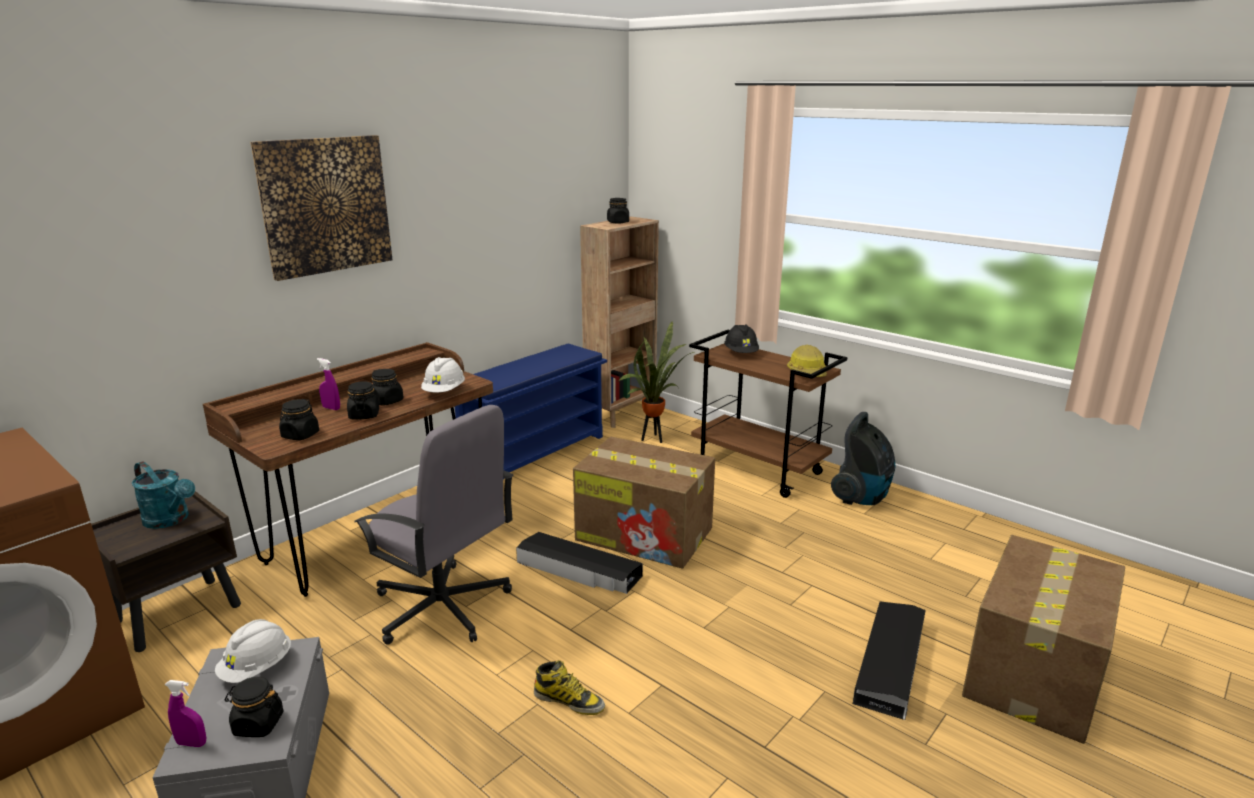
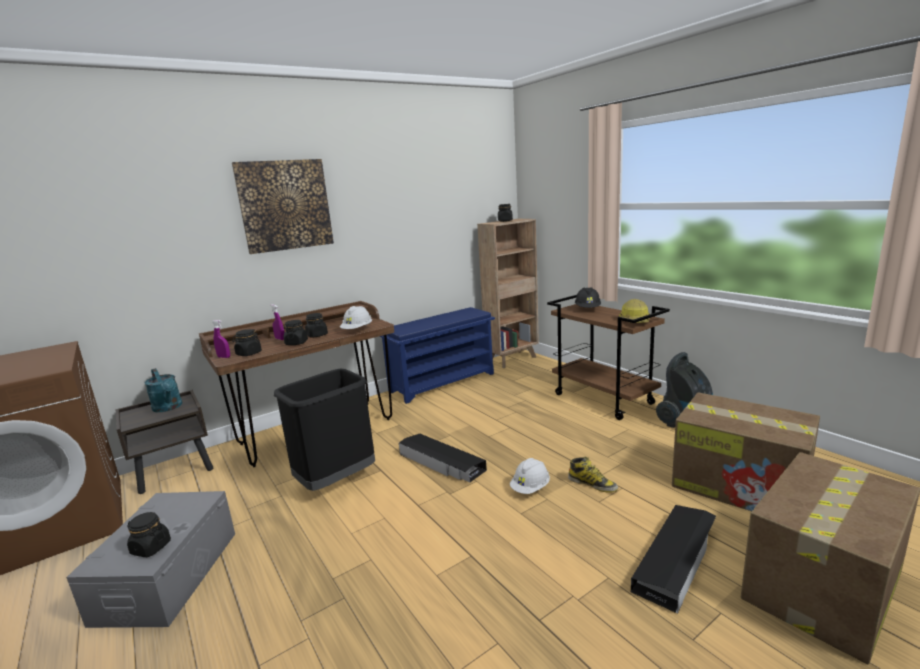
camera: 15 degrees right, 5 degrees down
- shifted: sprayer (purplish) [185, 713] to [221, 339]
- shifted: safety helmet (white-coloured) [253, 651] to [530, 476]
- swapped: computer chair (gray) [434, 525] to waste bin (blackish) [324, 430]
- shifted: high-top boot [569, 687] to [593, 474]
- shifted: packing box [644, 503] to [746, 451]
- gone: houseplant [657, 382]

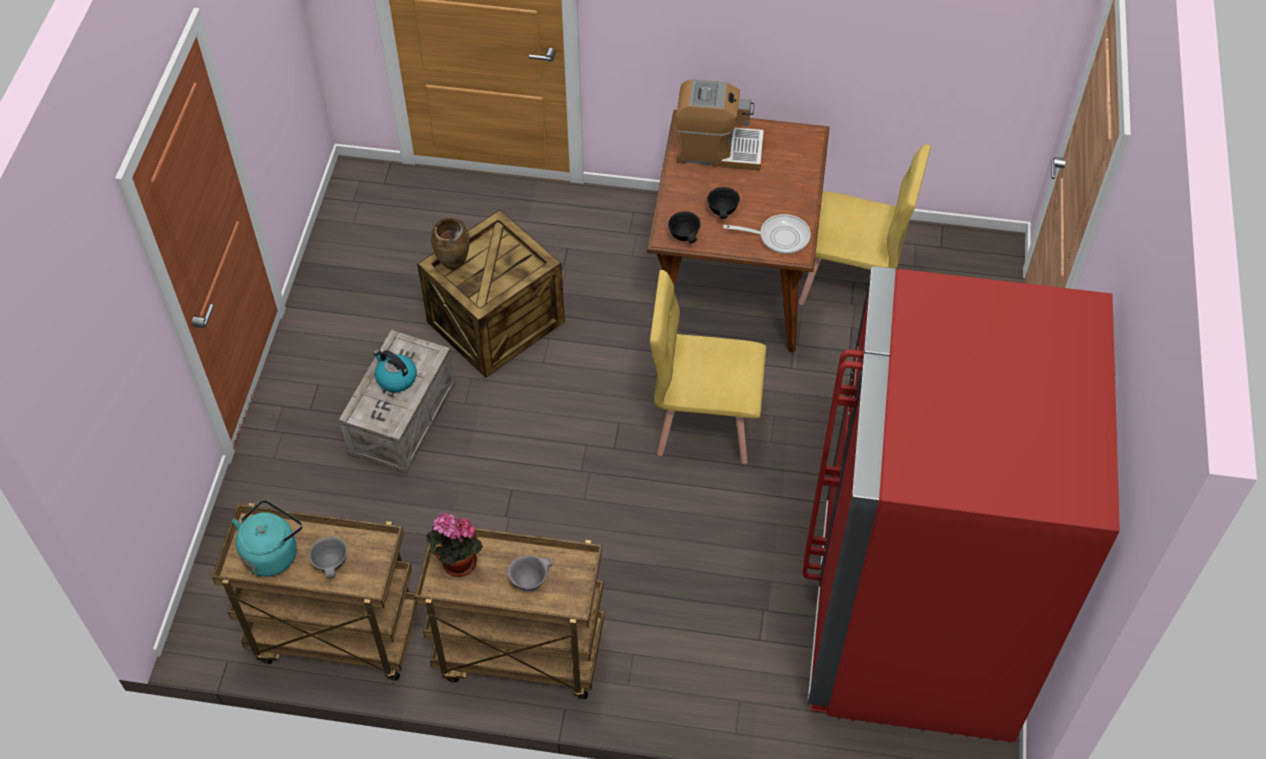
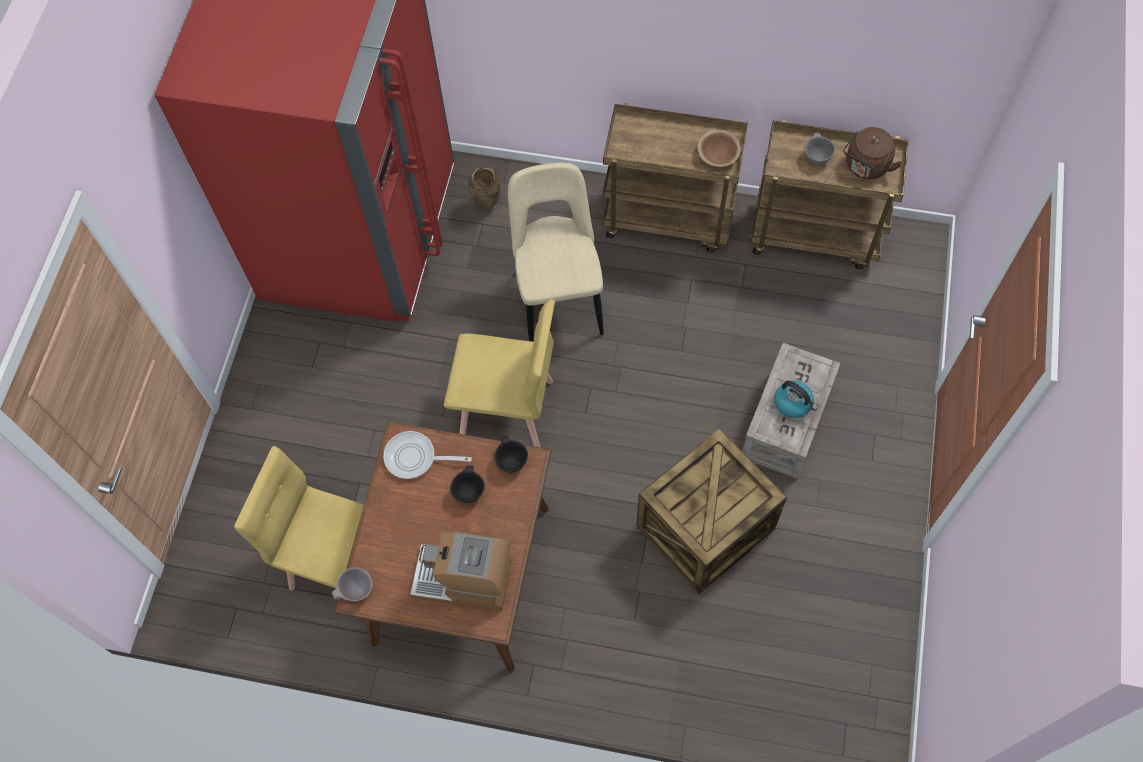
camera: 175 degrees left, 10 degrees up
- repainted: tea kettle (turquoise-coloured) [267, 538] to tea kettle (brown-coloured) [872, 153]
- swapped: houseplant [454, 545] to deep dish (brown-coloured) [719, 148]
- shifted: vase (brown-coloured) [450, 244] to [484, 188]
- shifted: deep dish (gray) [530, 573] to [352, 584]
- new: plain chair (beige-coloured) [556, 252]

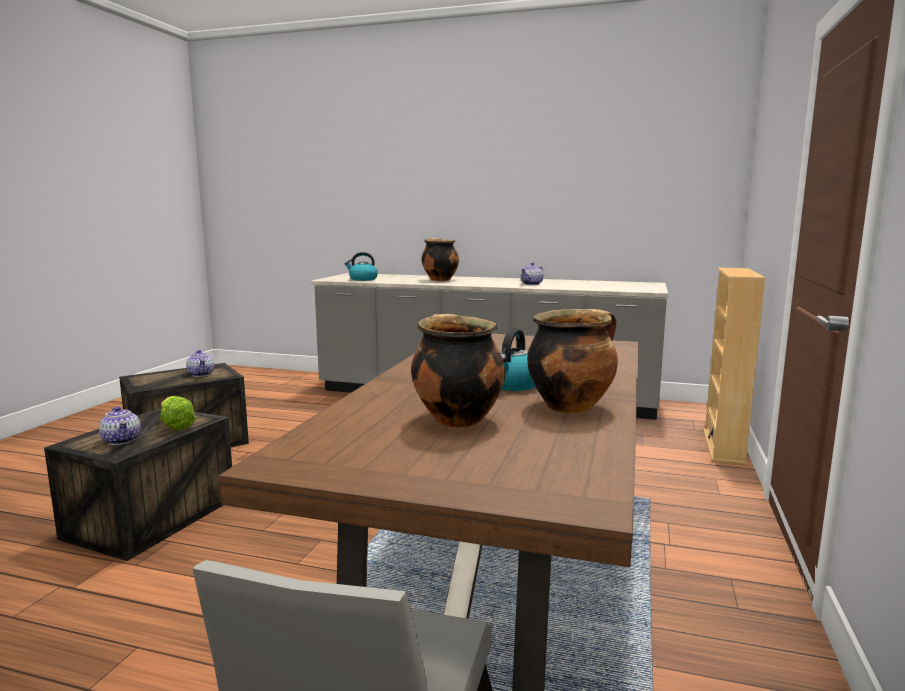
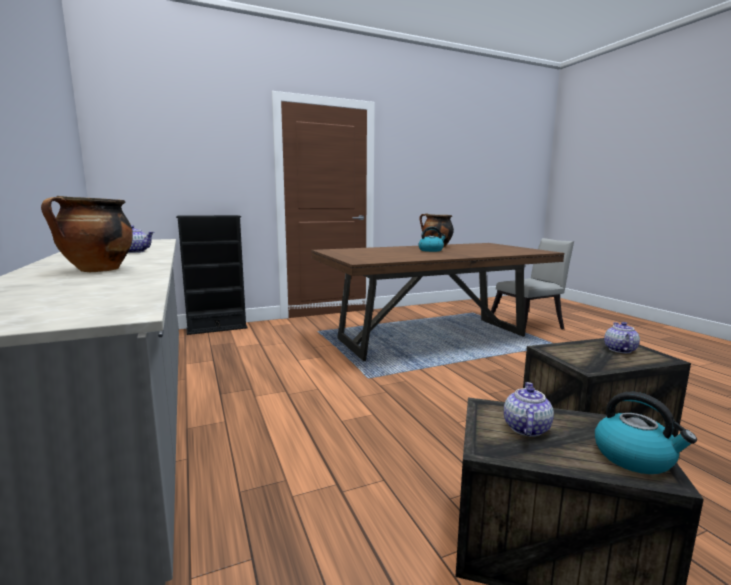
camera: 130 degrees left, 0 degrees up
- gone: lettuce [178, 413]
- shifted: tea kettle [361, 266] to [646, 433]
- gone: stockpot [458, 370]
- repainted: shelving unit (beige-coloured) [734, 366] to shelving unit (blackish) [211, 275]

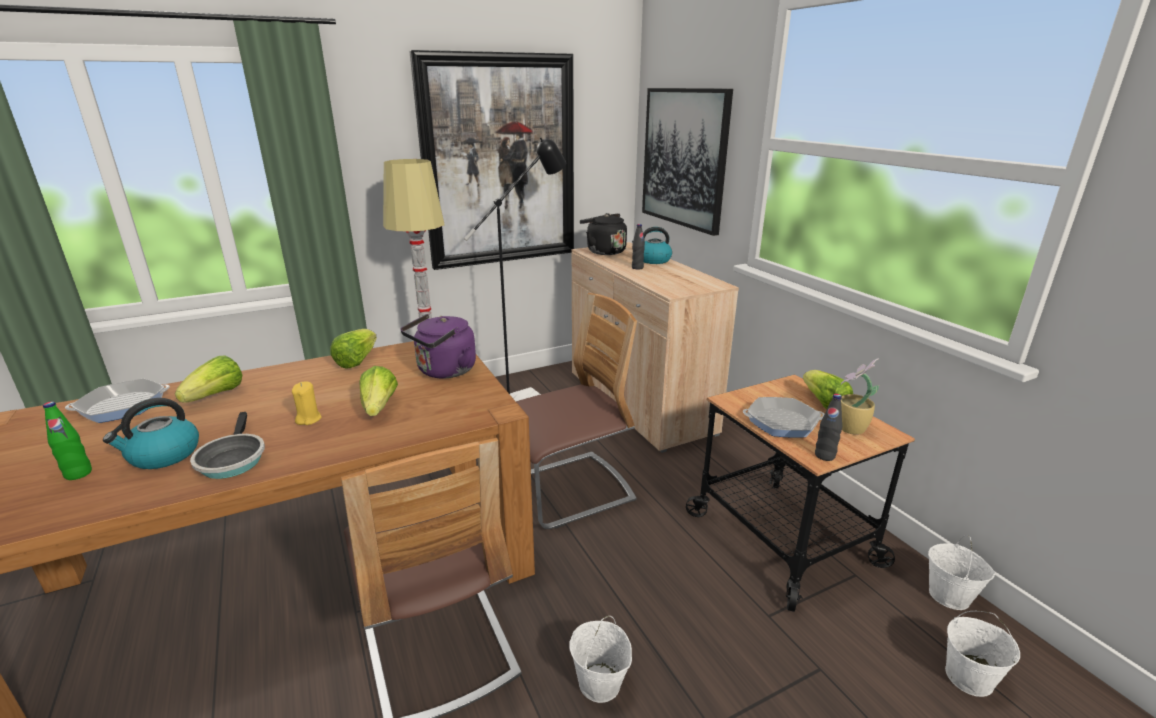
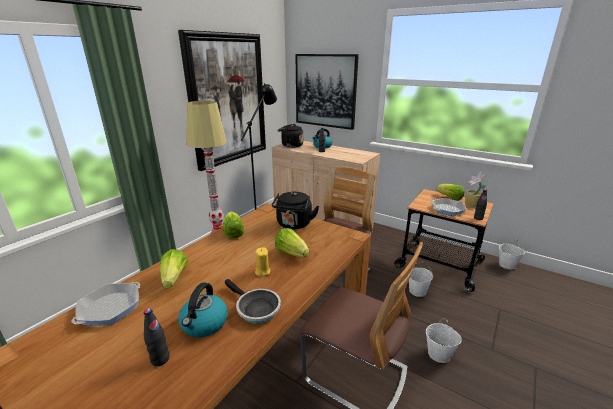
camera: 30 degrees left, 0 degrees up
- repainted: bottle (green-coloured) [67, 441] to bottle (blackish) [157, 337]
- repainted: tea kettle (purplish) [438, 346] to tea kettle (blackish) [295, 210]
- shifted: pail (white-coloured) [982, 654] to [421, 279]

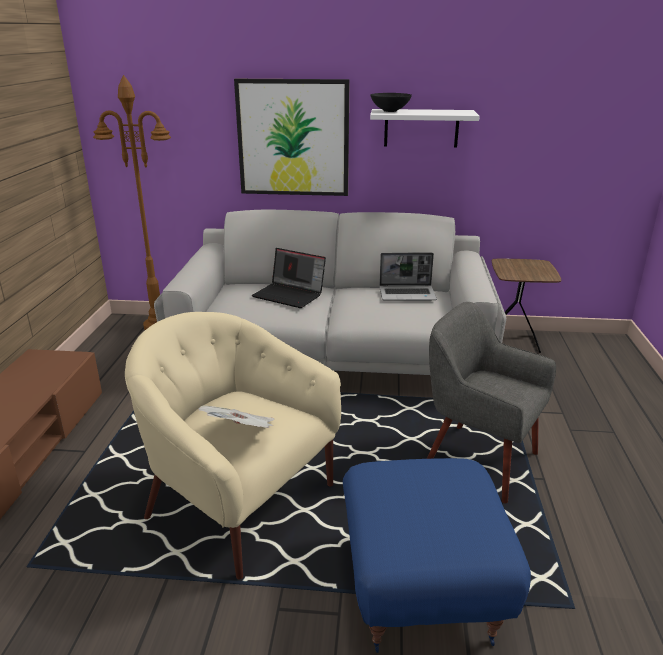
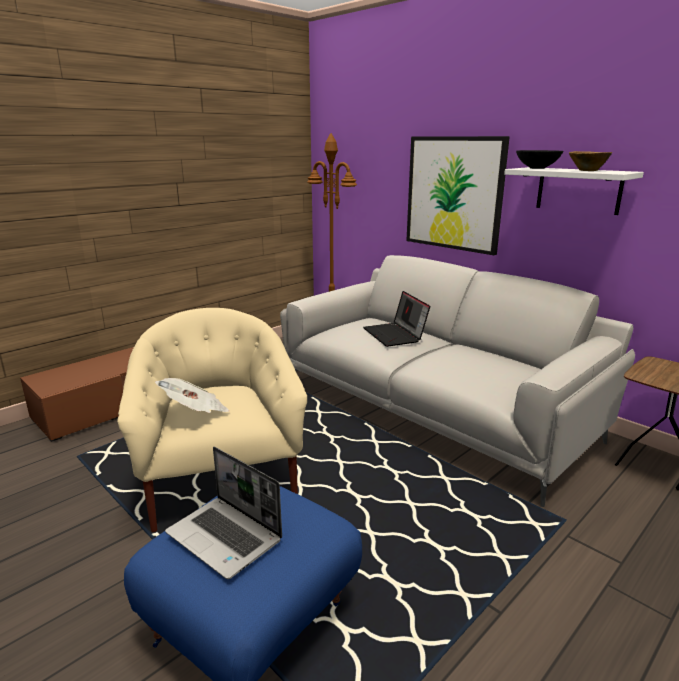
camera: 40 degrees right, 5 degrees down
- shifted: laptop [408, 277] to [223, 513]
- gone: armchair (gray) [491, 402]
- new: deep dish (brown-coloured) [590, 161]

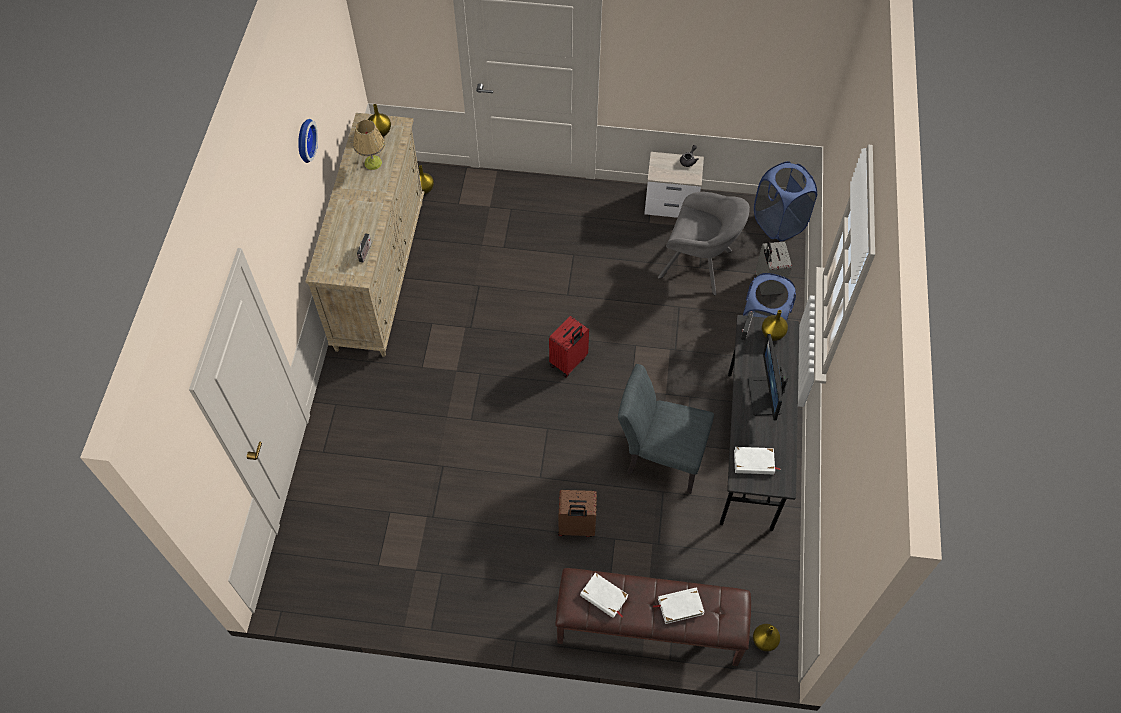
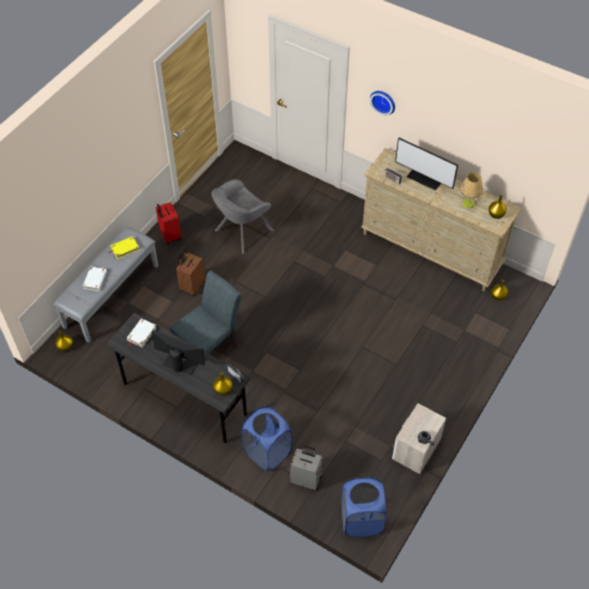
camera: 115 degrees right, 5 degrees down
- shifted: wall clock [308, 141] to [382, 103]
- shifted: suitcase (red) [569, 347] to [169, 223]
- repainted: long seat (brown-coloured) [653, 617] to long seat (gray) [105, 285]
- repainted: book (white-coloured) [604, 595] to book (yellowish) [124, 247]
- shifted: armchair (gray) [704, 243] to [242, 216]
- new: computer screen [426, 164]

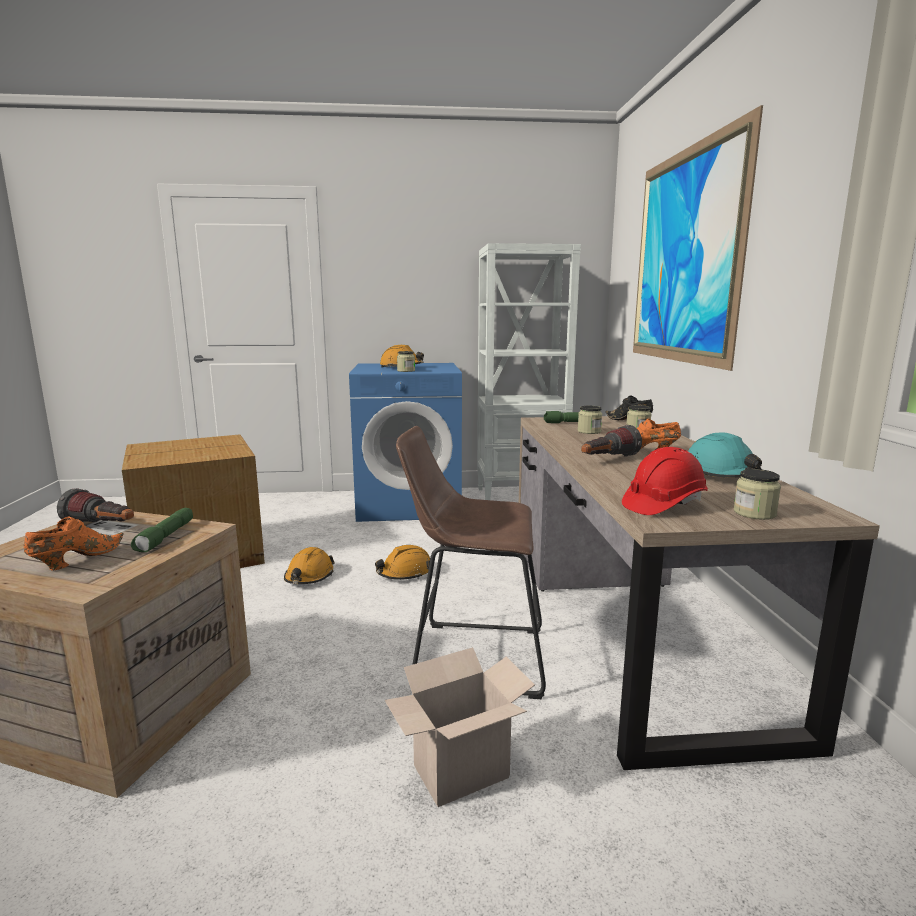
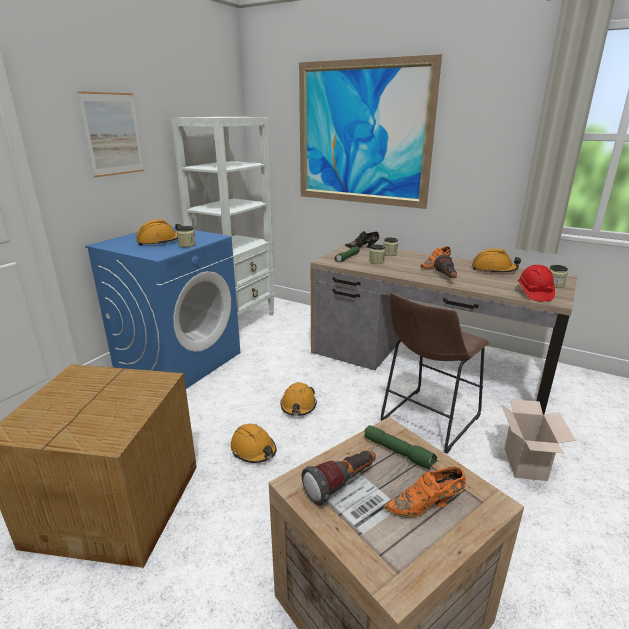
camera: 55 degrees left, 10 degrees up
- rotated: low shoe (orange-coloured) [74, 543] = [424, 492] 75 degrees counterclockwise
- repainted: safety helmet (turquoise-coloured) [725, 455] to safety helmet (orange-coloured) [496, 261]
- new: wall picture [111, 134]

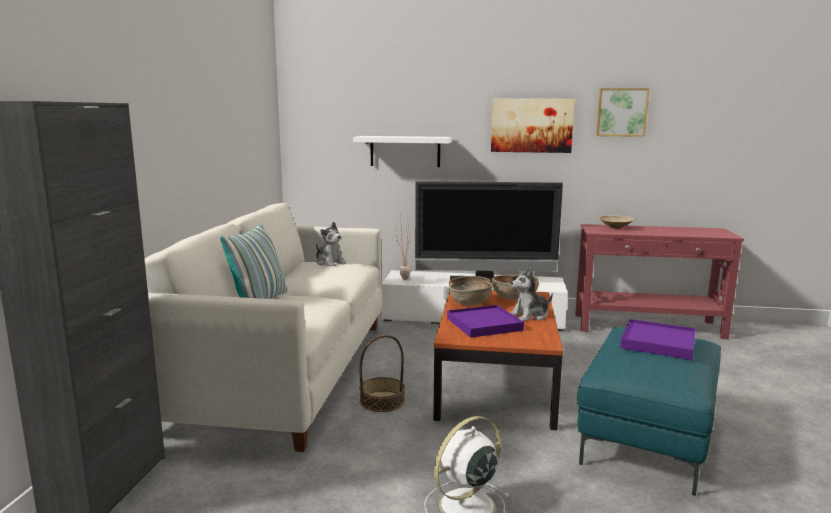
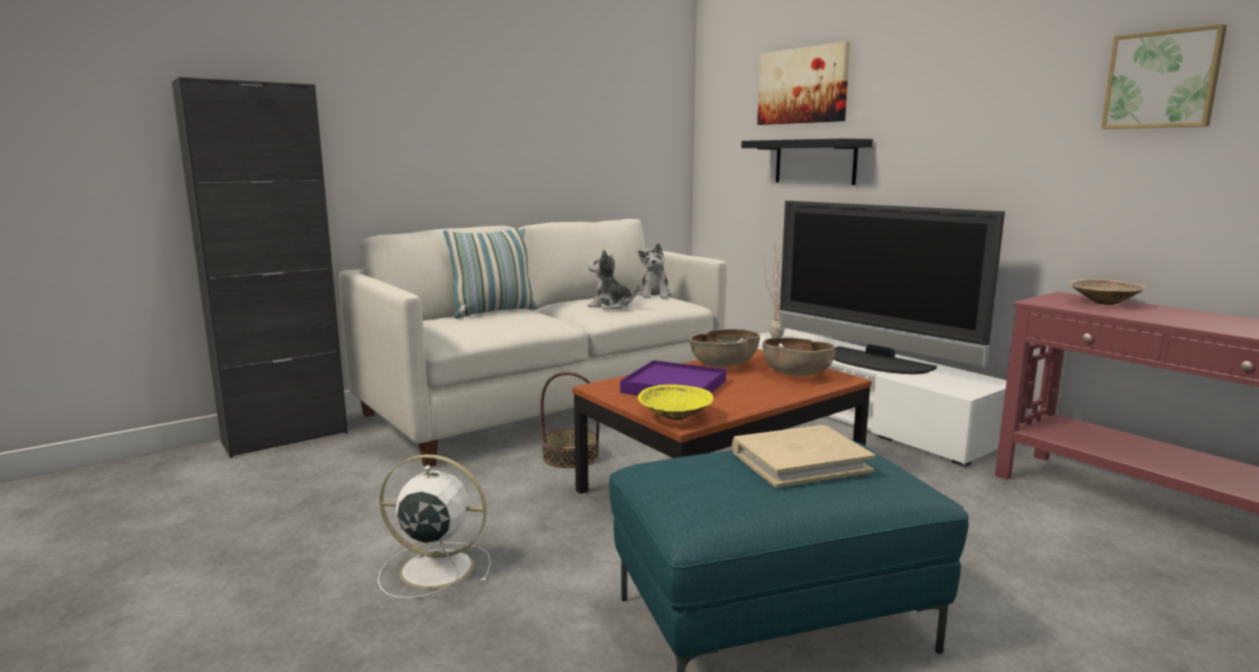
camera: 45 degrees right, 0 degrees up
- repainted: bracket shelf (white-coloured) [402, 151] to bracket shelf (blackish) [807, 161]
- shifted: wall picture [533, 126] to [803, 83]
- shifted: plush toy [531, 294] to [613, 279]
- swapped: tray (purplish) [658, 339] to book (beige-coloured) [803, 456]
- new: deep dish (yellowish) [675, 402]

